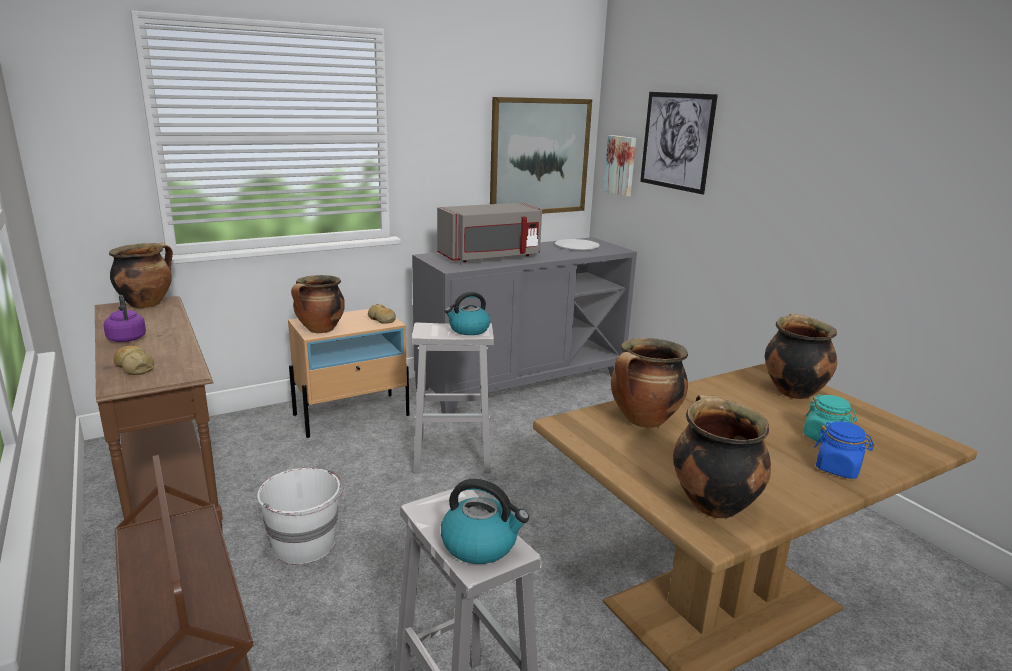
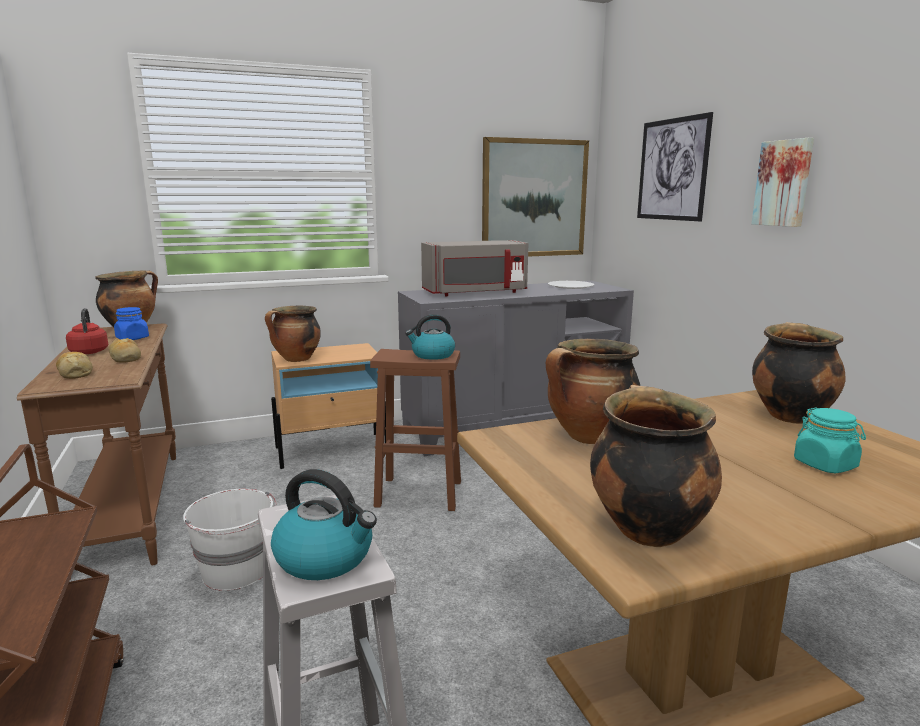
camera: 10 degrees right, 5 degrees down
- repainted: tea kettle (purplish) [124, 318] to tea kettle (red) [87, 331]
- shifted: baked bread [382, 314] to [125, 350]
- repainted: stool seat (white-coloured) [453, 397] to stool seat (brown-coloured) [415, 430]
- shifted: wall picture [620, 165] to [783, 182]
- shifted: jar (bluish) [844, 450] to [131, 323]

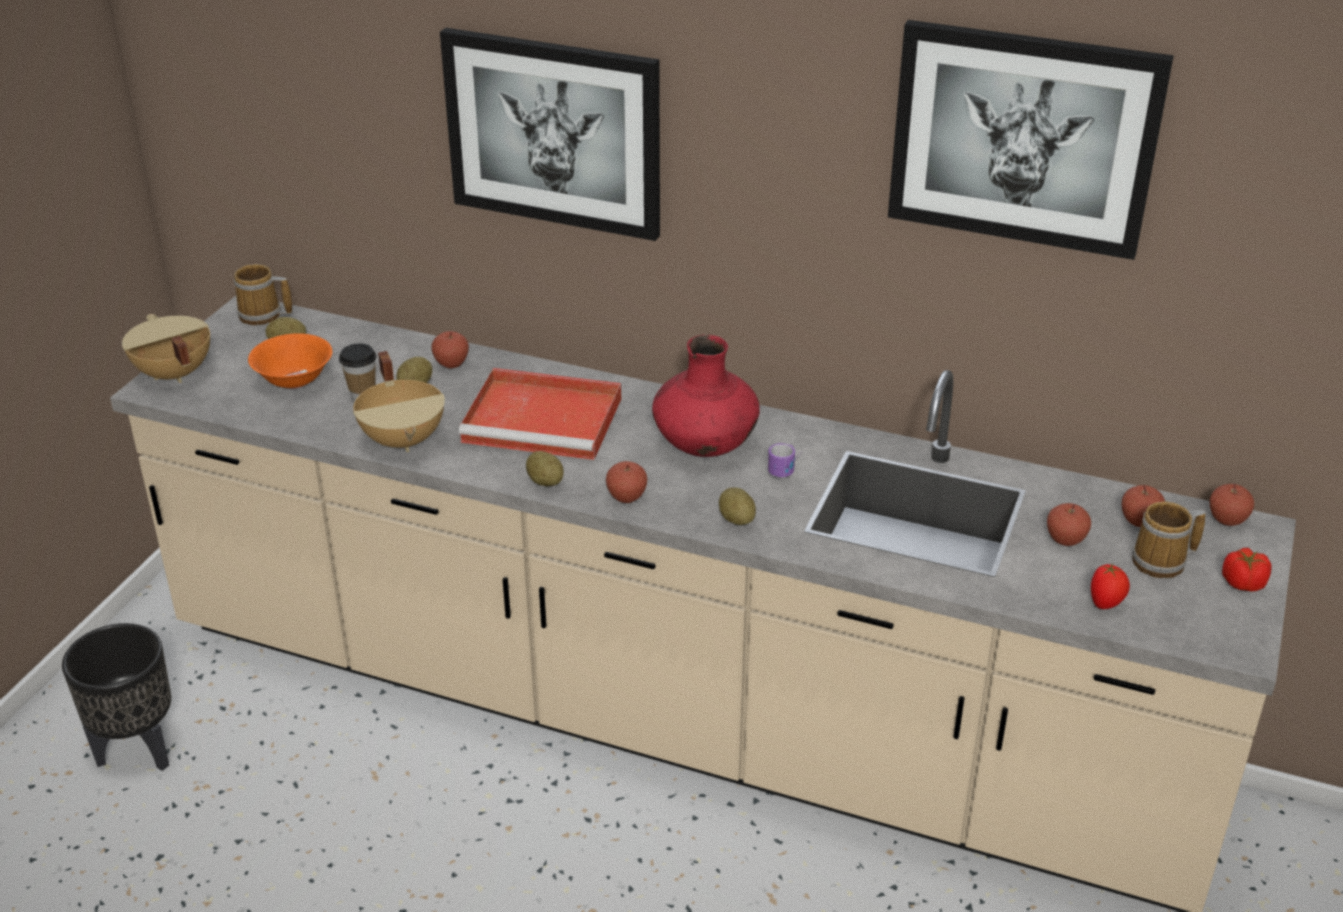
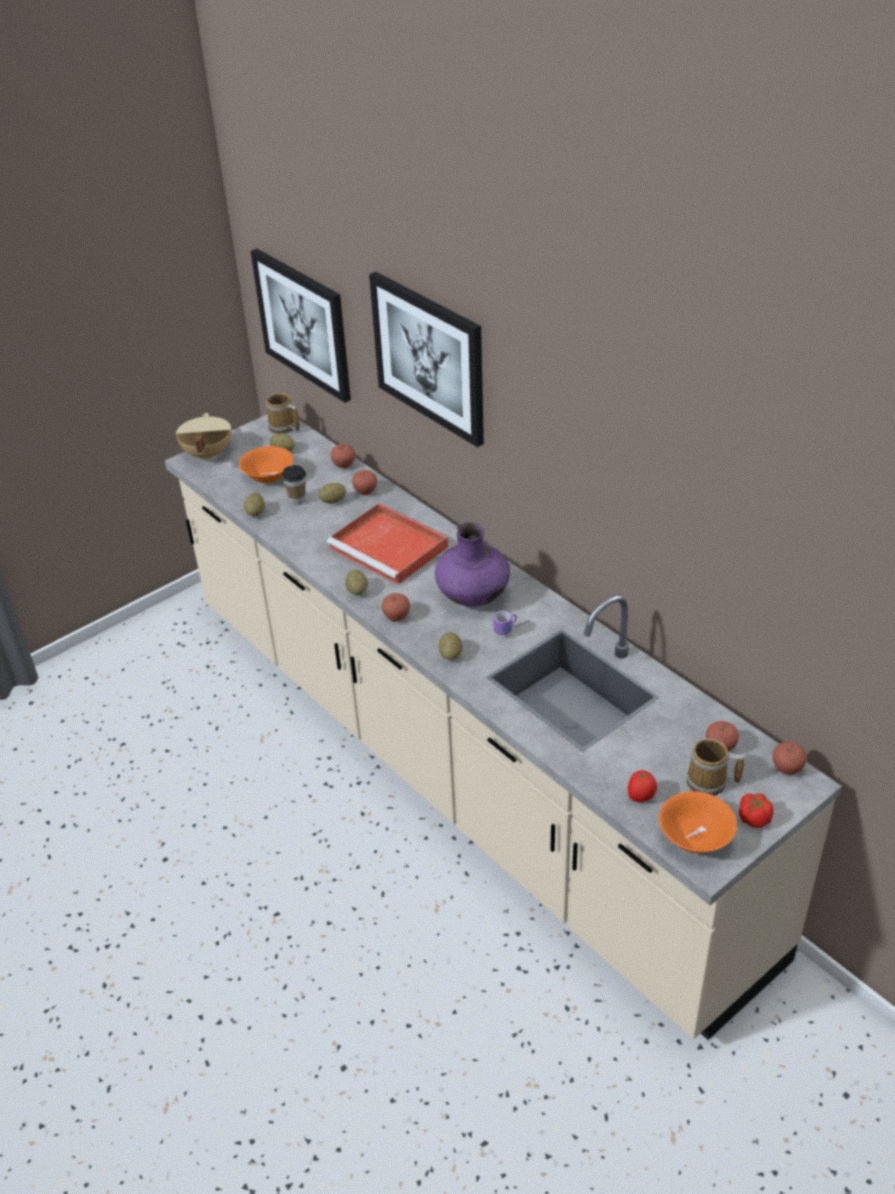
camera: 30 degrees right, 5 degrees up
- gone: planter (blackish) [116, 697]
- gone: stockpot (beige-coloured) [399, 401]
- repainted: vase (red) [706, 395] to vase (purplish) [472, 564]
- shifted: wall picture [1031, 140] to [301, 325]
- shifted: apple [1069, 524] to [343, 456]
- new: spud [254, 505]
- new: deep dish (orange-coloured) [698, 822]

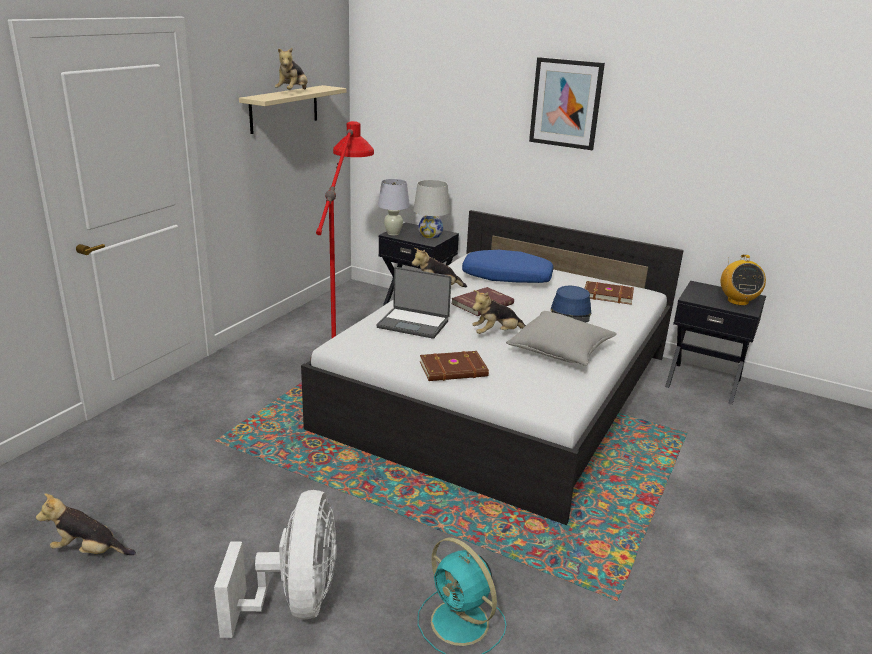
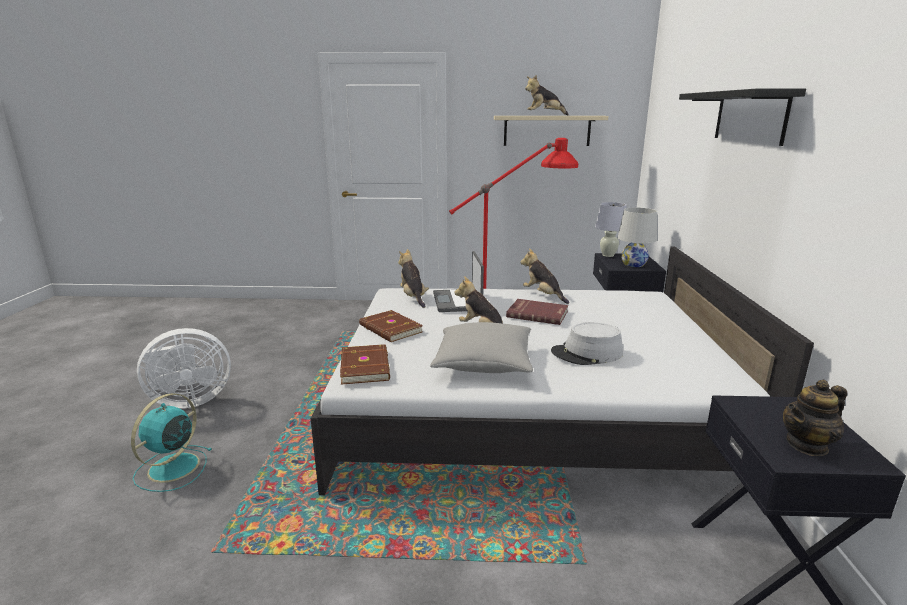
camera: 65 degrees right, 5 degrees down
- shifted: plush toy [86, 524] to [413, 278]
- gone: pillow (bluish) [507, 266]
- swapped: wall picture [567, 103] to bracket shelf (blackish) [742, 117]
- repainted: clothing hat (bluish) [571, 304] to clothing hat (gray) [587, 343]
- shifted: book (brown-coloured) [609, 293] to [365, 364]
- swapped: radio receiver [743, 280] to pot for tea [815, 418]

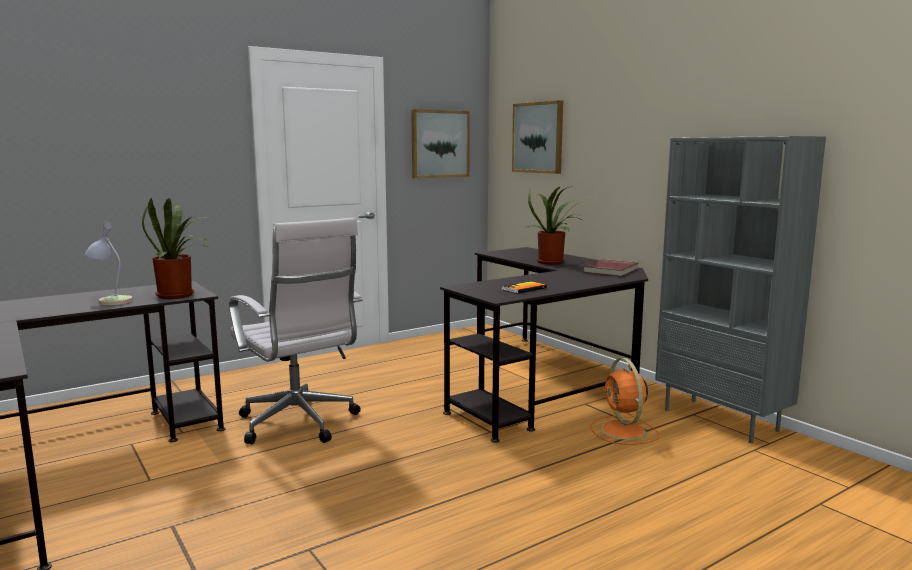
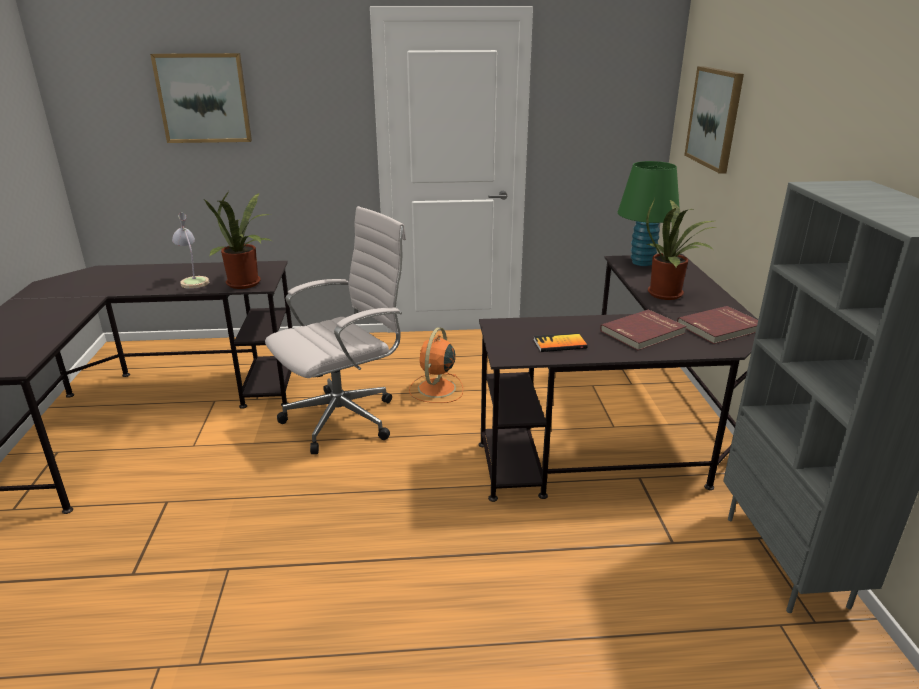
camera: 30 degrees right, 15 degrees up
- rotated: computer chair (white-coloured) [296, 331] = [335, 330] 120 degrees counterclockwise
- shifted: wall picture [440, 143] to [201, 98]
- shifted: electric fan (orange-coloured) [625, 401] to [436, 365]
- new: book (red) [643, 329]
- new: lamp for a table (green-coloured) [649, 213]

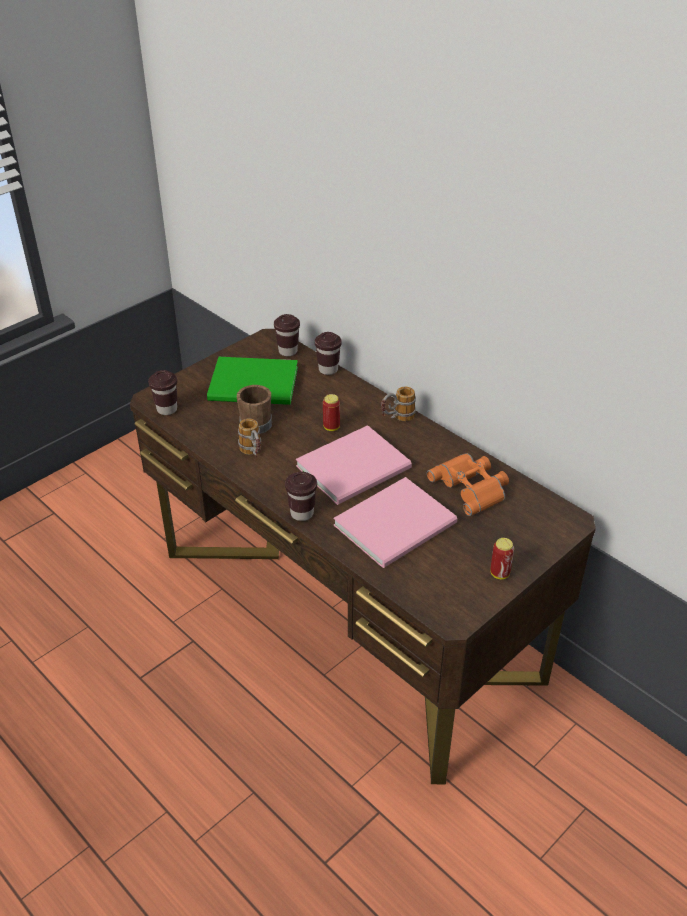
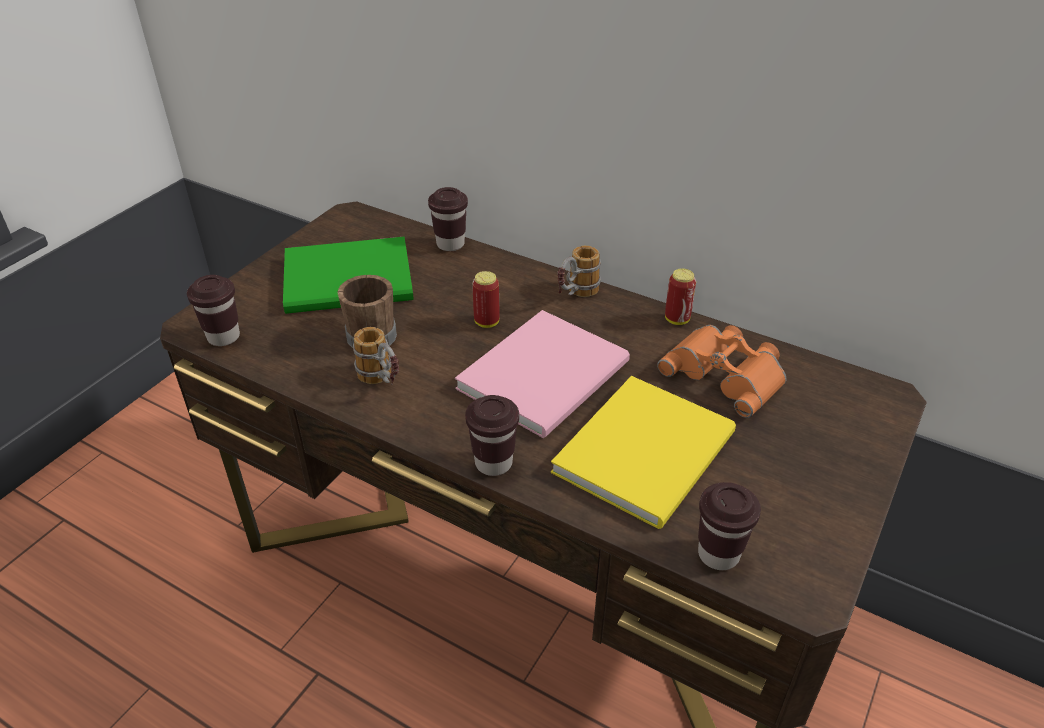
camera: 15 degrees left, 0 degrees up
- shifted: cup (brown-coloured) [287, 335] to [729, 526]
- repainted: book (pink-coloured) [395, 522] to book (yellowish) [643, 452]
- shifted: metal can [502, 558] to [680, 296]

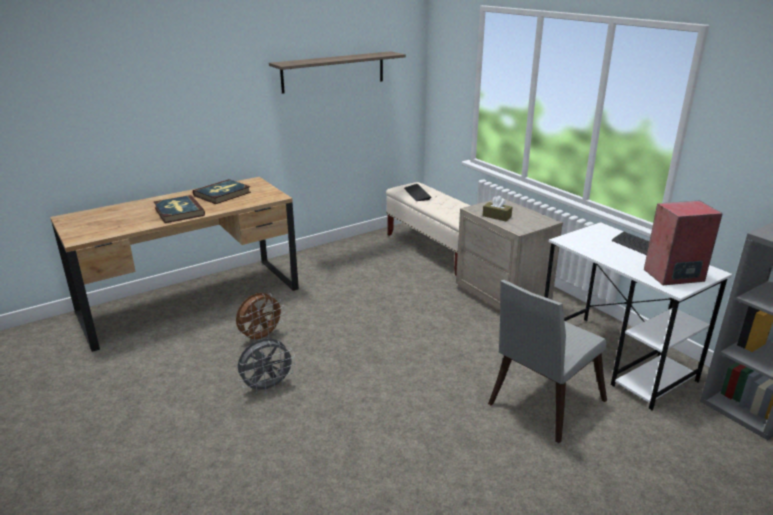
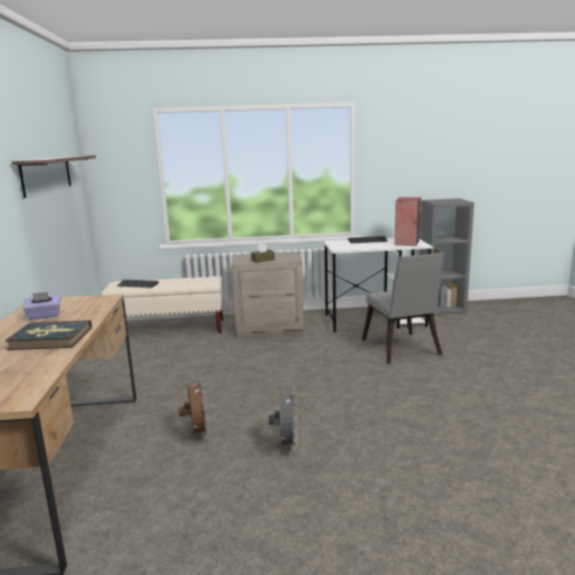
camera: 60 degrees left, 10 degrees down
- swapped: book [222, 191] to tissue holder (purplish) [42, 306]

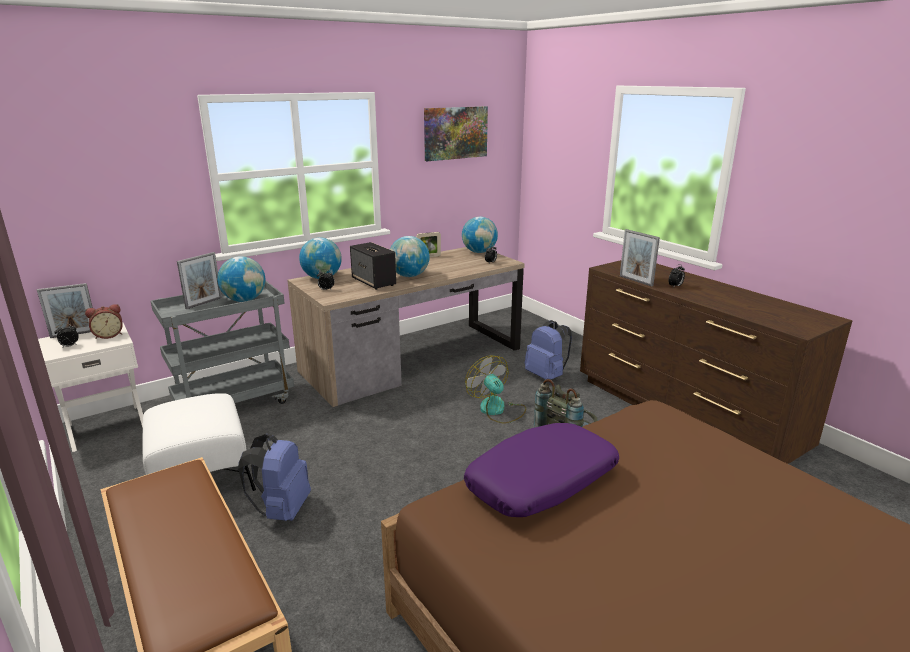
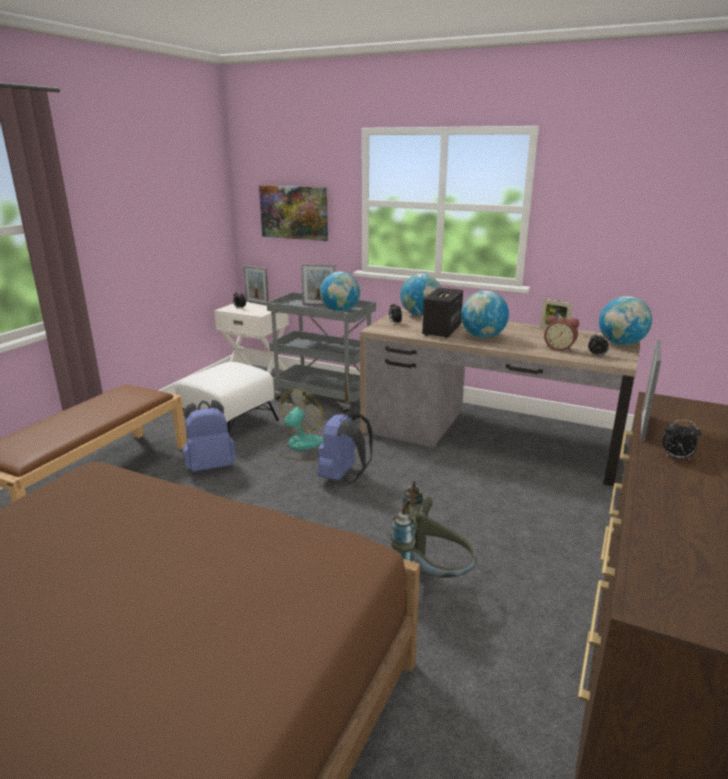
camera: 60 degrees right, 0 degrees up
- shifted: table clock [104, 321] to [561, 333]
- shifted: wall picture [456, 133] to [293, 213]
- gone: pillow (purplish) [541, 470]
- shifted: electric fan [495, 389] to [300, 424]
- shifted: knapsack (bluish) [548, 350] to [345, 448]

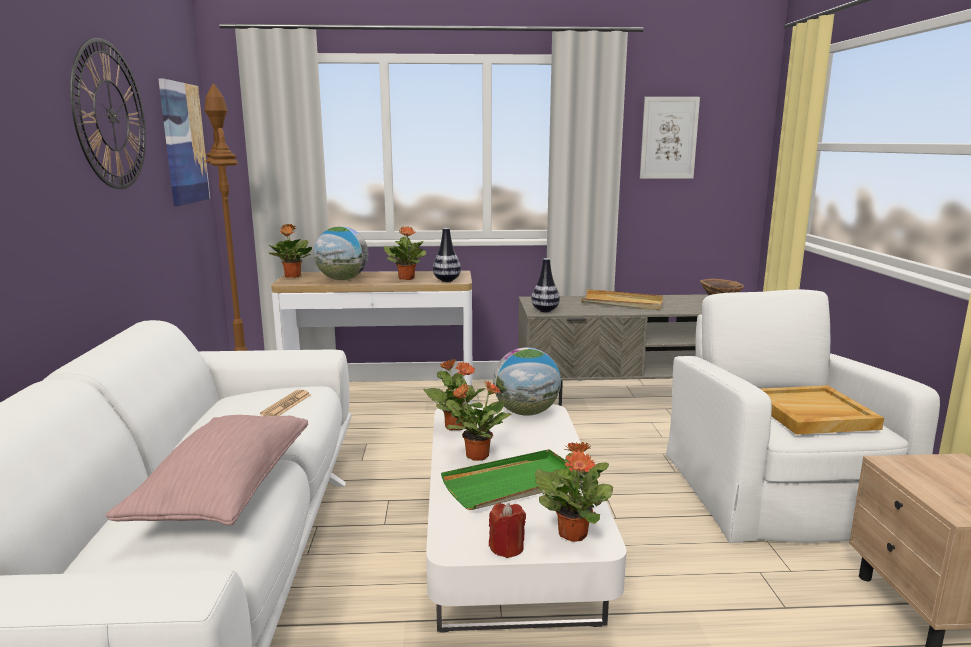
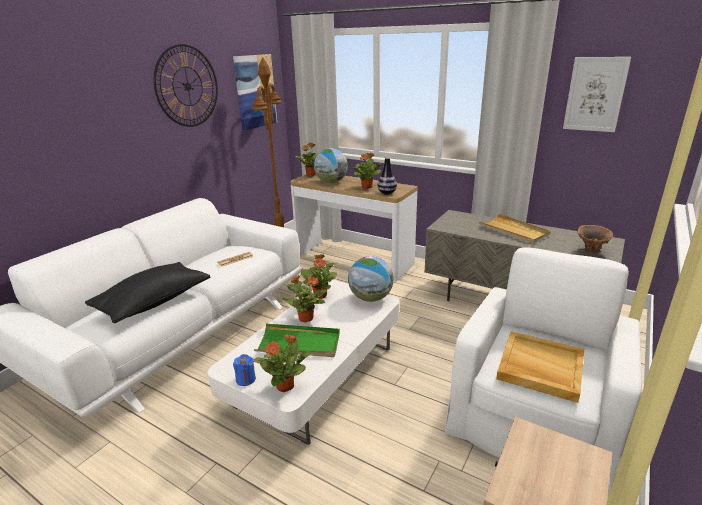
camera: 35 degrees right, 10 degrees up
- repainted: pillow (pink-coloured) [207, 470] to pillow (blackish) [148, 292]
- repainted: wax light (red) [507, 530] to wax light (bluish) [244, 370]
- gone: vase [545, 285]

